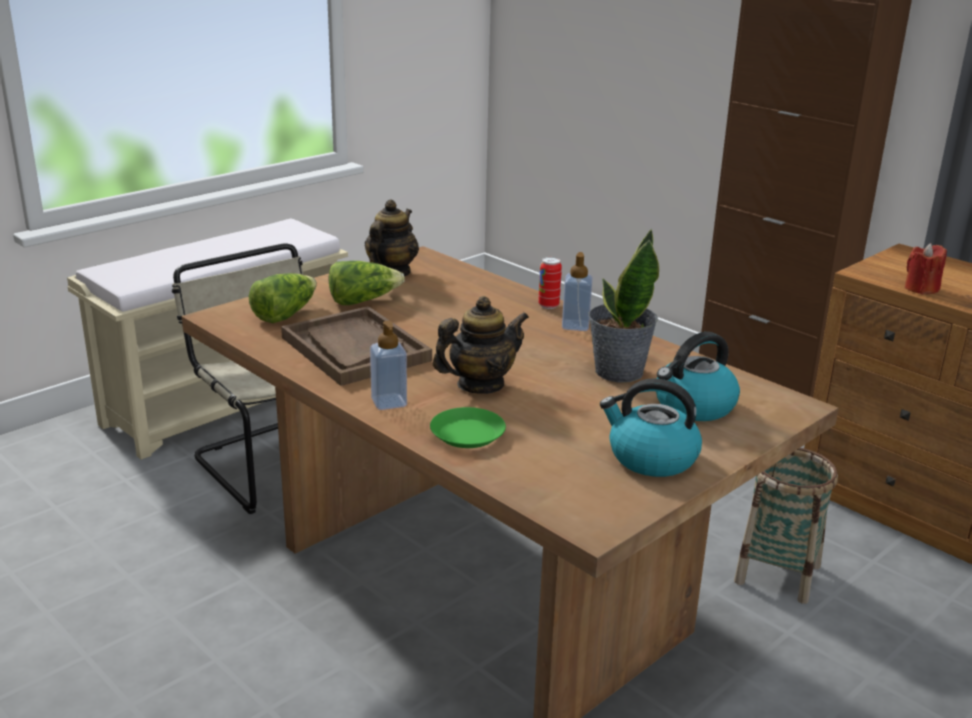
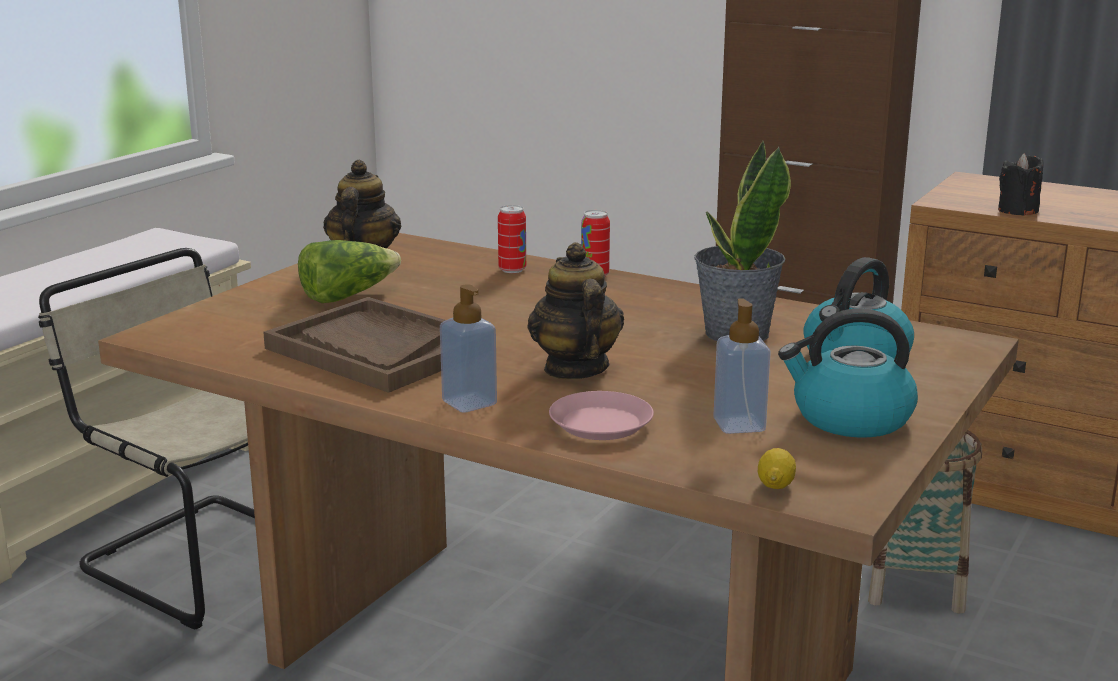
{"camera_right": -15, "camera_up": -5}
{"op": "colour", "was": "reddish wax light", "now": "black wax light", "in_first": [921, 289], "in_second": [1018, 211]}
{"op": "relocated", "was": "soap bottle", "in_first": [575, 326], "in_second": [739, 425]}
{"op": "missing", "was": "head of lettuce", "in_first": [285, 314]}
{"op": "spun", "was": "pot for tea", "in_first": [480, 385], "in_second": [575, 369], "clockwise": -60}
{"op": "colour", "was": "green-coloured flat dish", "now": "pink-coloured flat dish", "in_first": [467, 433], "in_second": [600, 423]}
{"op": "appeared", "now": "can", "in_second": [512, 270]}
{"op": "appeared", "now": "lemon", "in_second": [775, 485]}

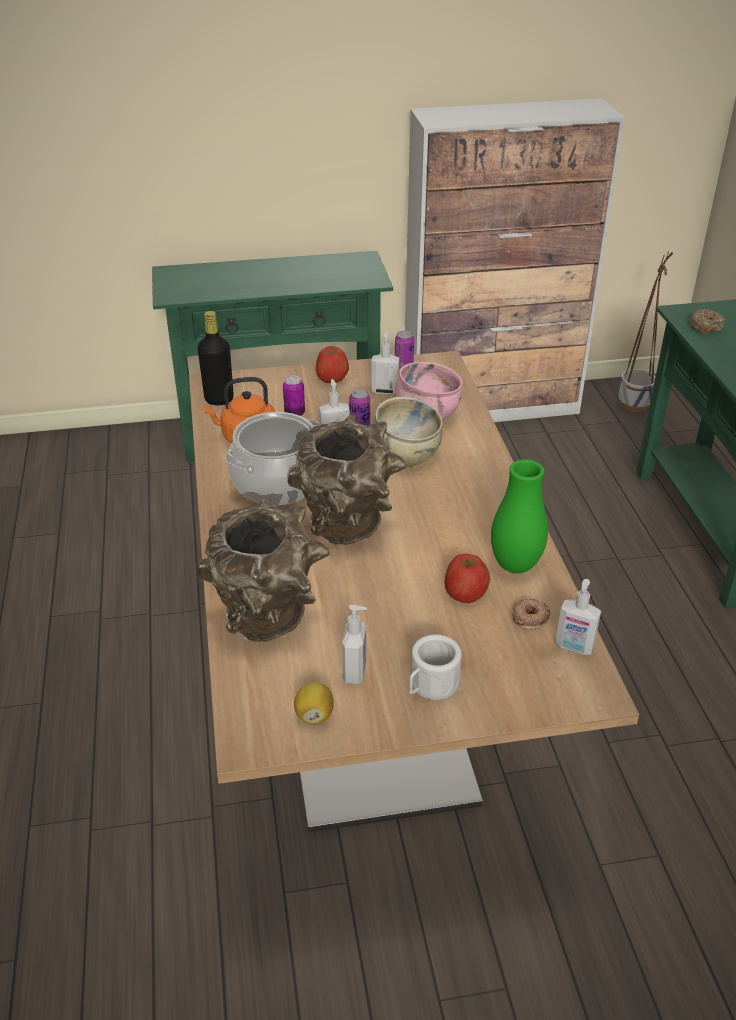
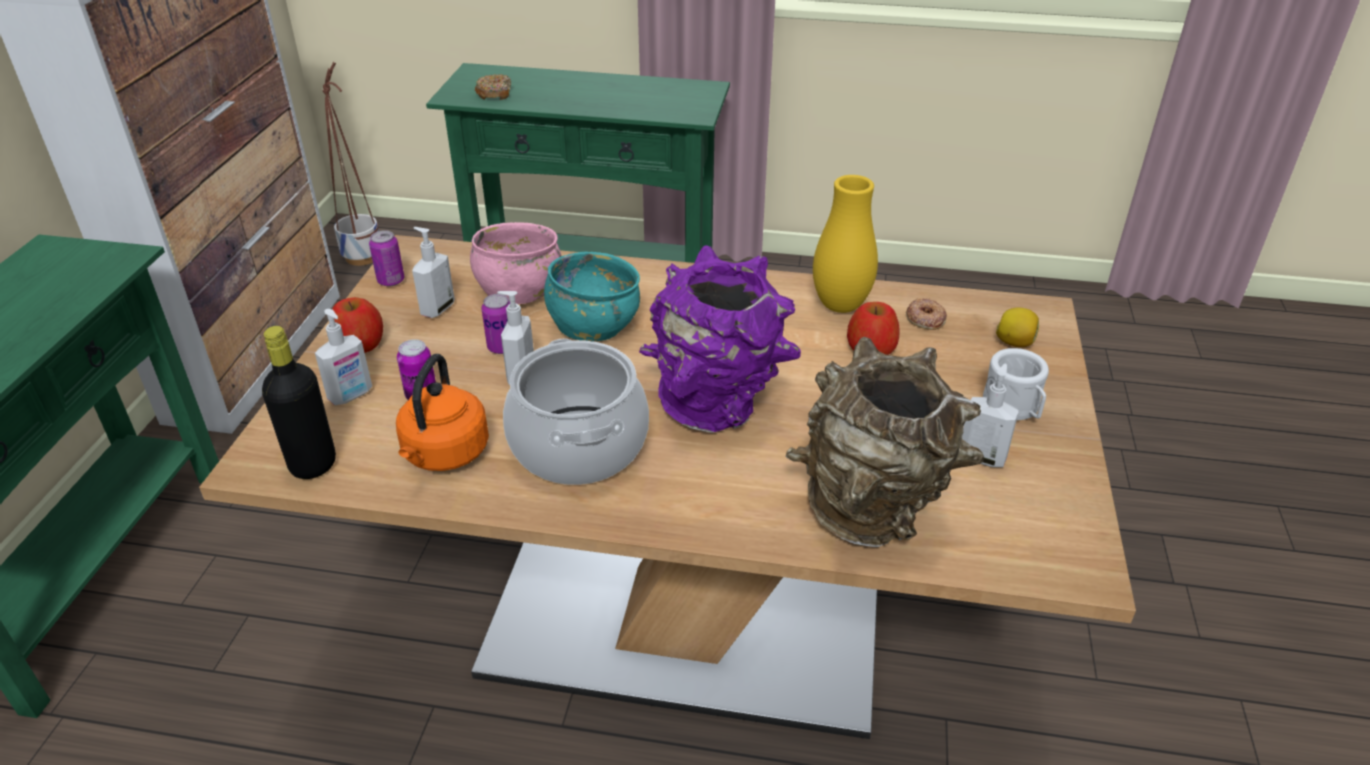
{"camera_right": -70, "camera_up": 0}
{"op": "colour", "was": "beige-coloured serving bowl", "now": "turquoise serving bowl", "in_first": [405, 455], "in_second": [594, 327]}
{"op": "colour", "was": "brown-coloured vase", "now": "purple vase", "in_first": [349, 530], "in_second": [719, 405]}
{"op": "colour", "was": "green-coloured vase", "now": "yellow vase", "in_first": [515, 565], "in_second": [840, 305]}
{"op": "relocated", "was": "soap bottle", "in_first": [574, 647], "in_second": [351, 396]}
{"op": "relocated", "was": "lemon", "in_first": [314, 715], "in_second": [1015, 342]}

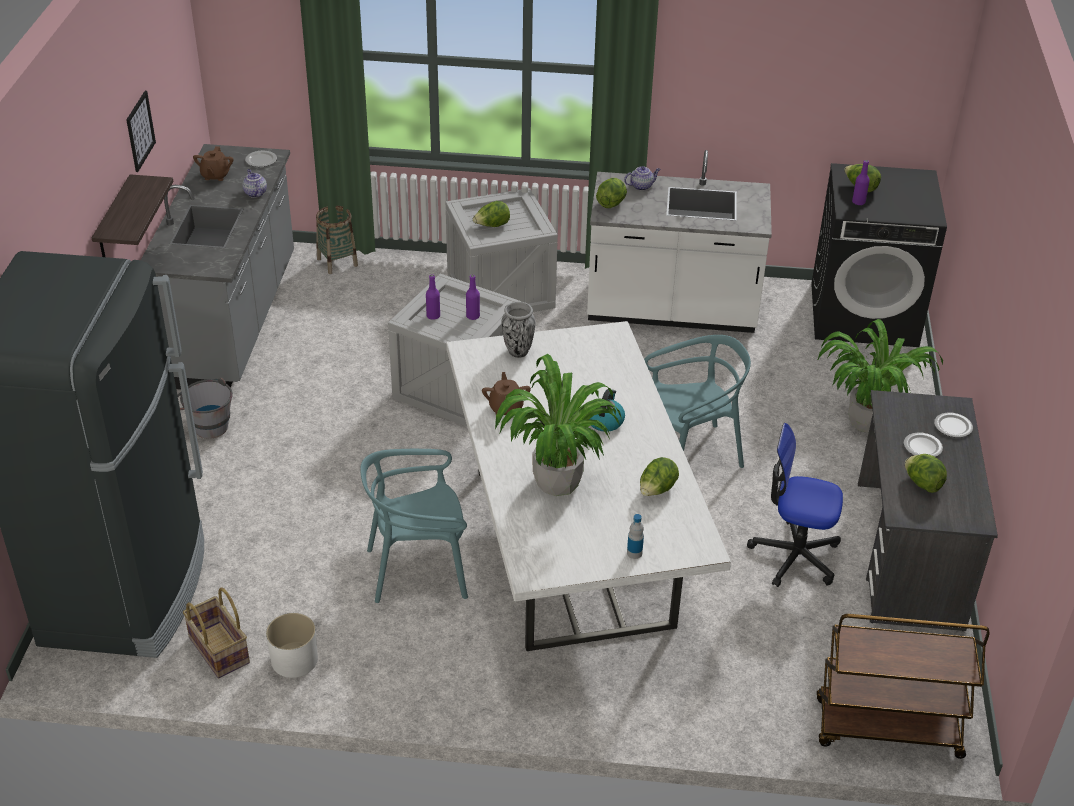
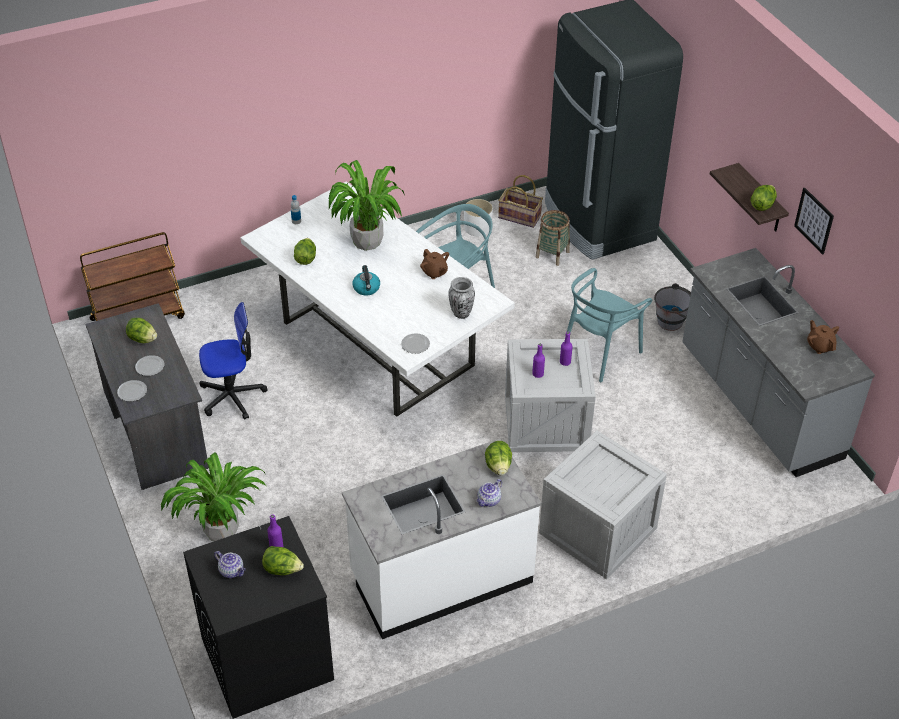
{"camera_right": 150, "camera_up": 5}
{"op": "relocated", "was": "flat dish", "in_first": [261, 160], "in_second": [415, 344]}
{"op": "relocated", "was": "pot for tea", "in_first": [255, 193], "in_second": [232, 571]}
{"op": "relocated", "was": "head of lettuce", "in_first": [492, 226], "in_second": [762, 205]}
{"op": "relocated", "was": "basket", "in_first": [337, 262], "in_second": [552, 254]}
{"op": "relocated", "was": "turquoise plain chair", "in_first": [690, 455], "in_second": [599, 353]}

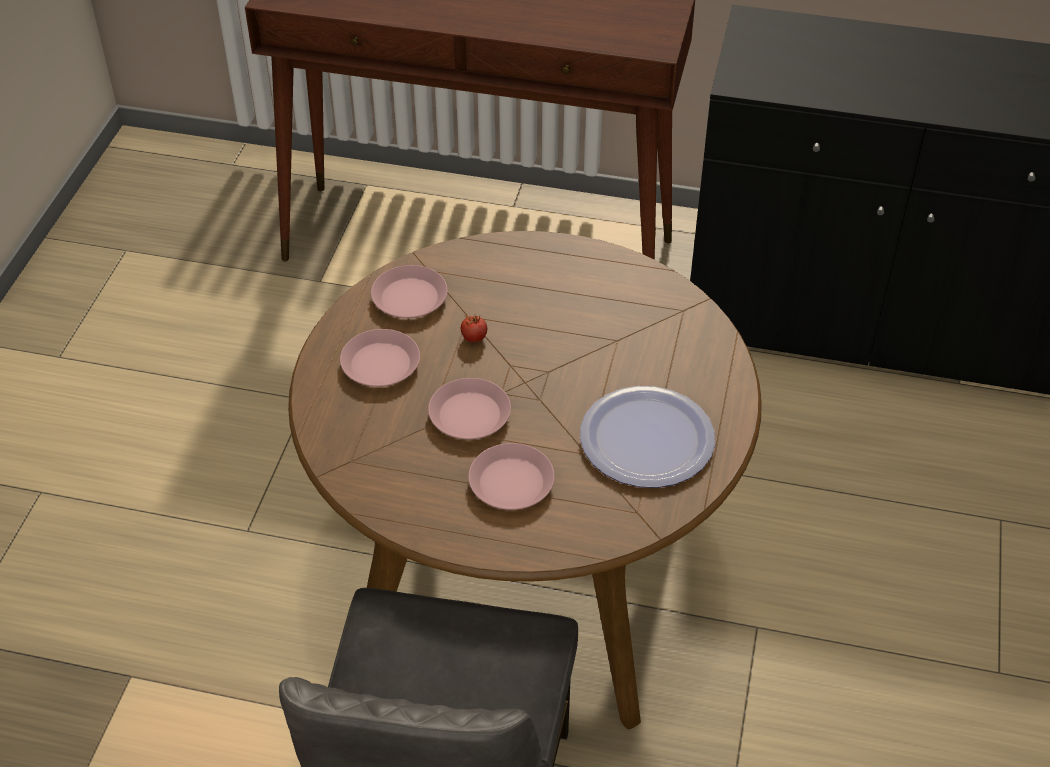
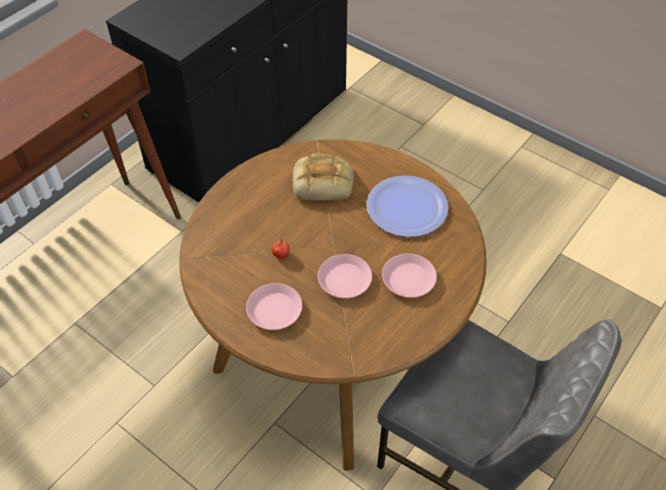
{"camera_right": -65, "camera_up": 5}
{"op": "missing", "was": "pink-coloured flat dish", "in_first": [409, 298]}
{"op": "appeared", "now": "baked bread", "in_second": [323, 182]}

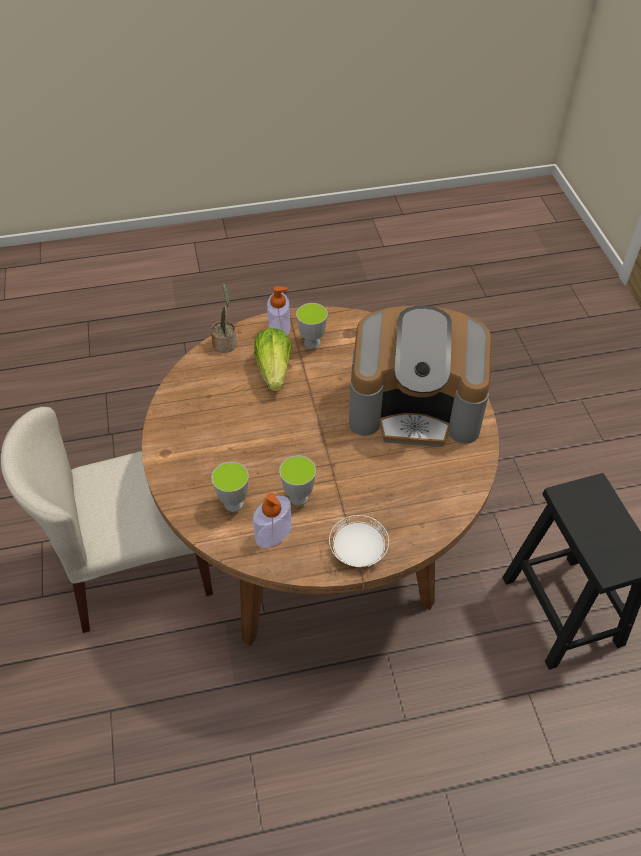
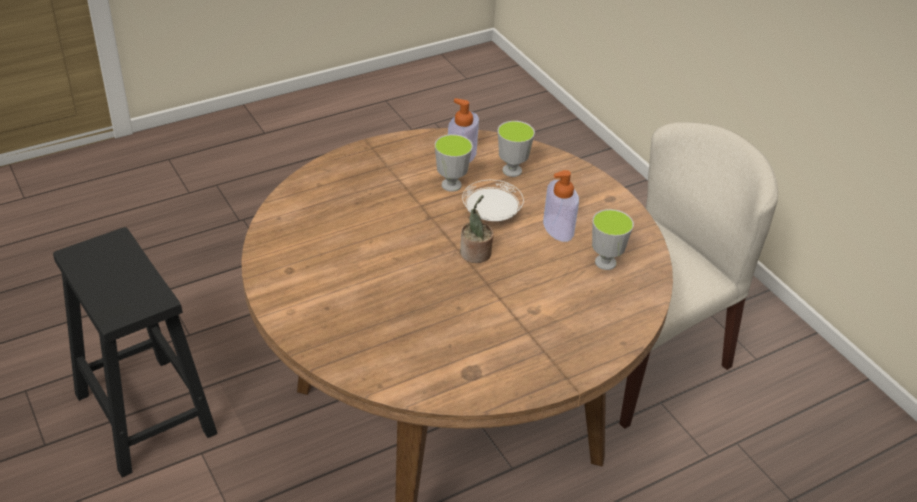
{"camera_right": 160, "camera_up": -10}
{"op": "relocated", "was": "potted plant", "in_first": [225, 343], "in_second": [475, 254]}
{"op": "relocated", "was": "soap bottle", "in_first": [279, 329], "in_second": [558, 228]}
{"op": "relocated", "was": "cup", "in_first": [312, 343], "in_second": [605, 262]}
{"op": "missing", "was": "coffee machine", "in_first": [415, 406]}
{"op": "missing", "was": "head of lettuce", "in_first": [274, 370]}
{"op": "relocated", "was": "whitish flat dish", "in_first": [358, 550], "in_second": [491, 214]}

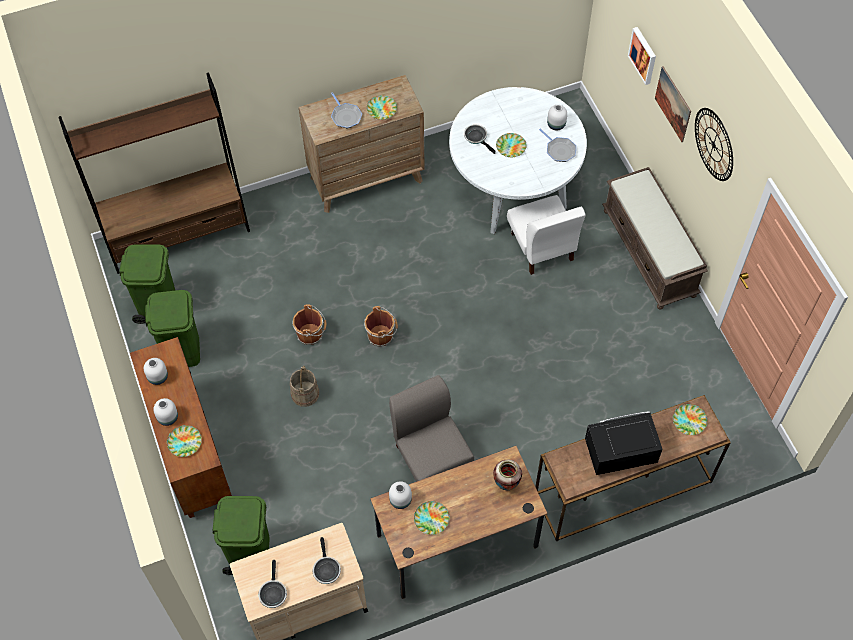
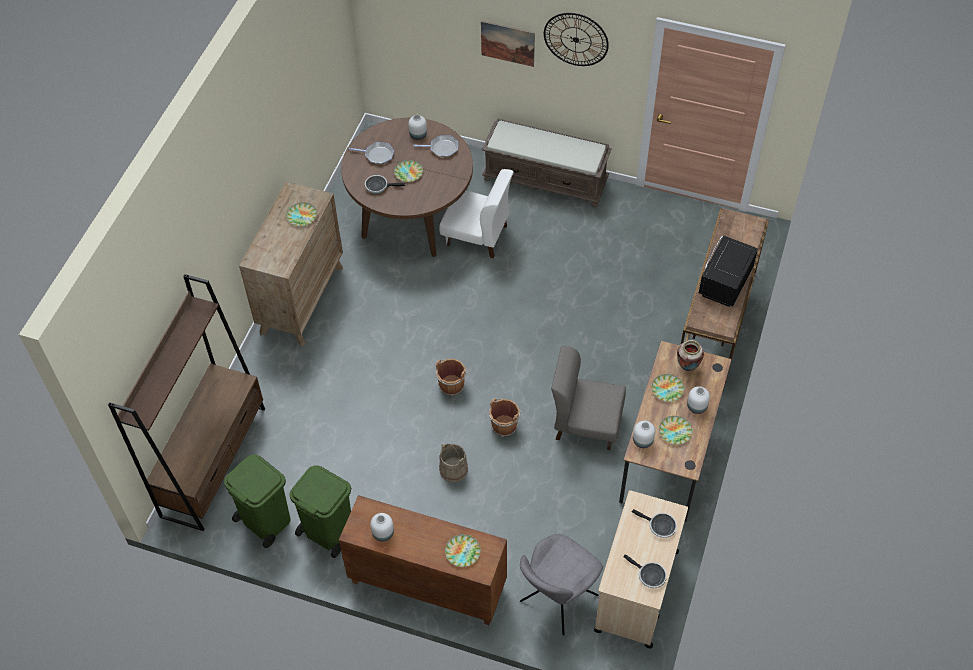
{"camera_right": -50, "camera_up": -5}
{"op": "missing", "was": "wall art", "in_first": [643, 55]}
{"op": "colour", "was": "whitish kitchen table", "now": "brown-coloured kitchen table", "in_first": [513, 190], "in_second": [411, 218]}
{"op": "relocated", "was": "pan", "in_first": [345, 116], "in_second": [377, 155]}
{"op": "relocated", "was": "brown-coloured pail", "in_first": [311, 334], "in_second": [505, 425]}
{"op": "relocated", "was": "whitish vase", "in_first": [168, 417], "in_second": [696, 406]}
{"op": "relocated", "was": "flat dish", "in_first": [689, 421], "in_second": [667, 389]}
{"op": "exchanged", "was": "green-coloured rubbish bin", "now": "grey plain chair", "in_first": [249, 551], "in_second": [557, 600]}

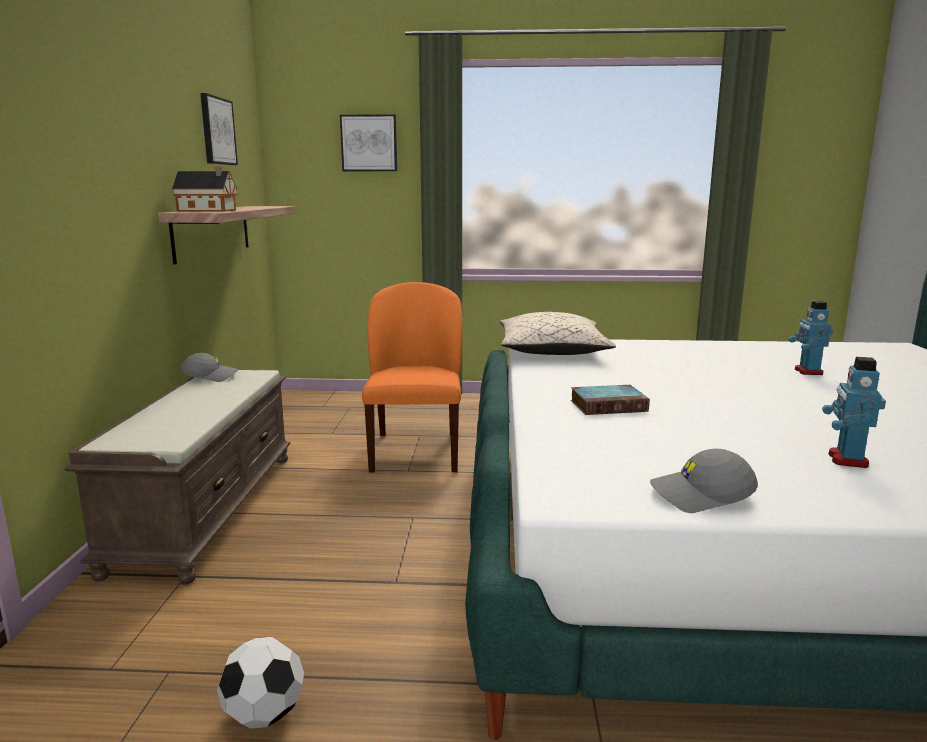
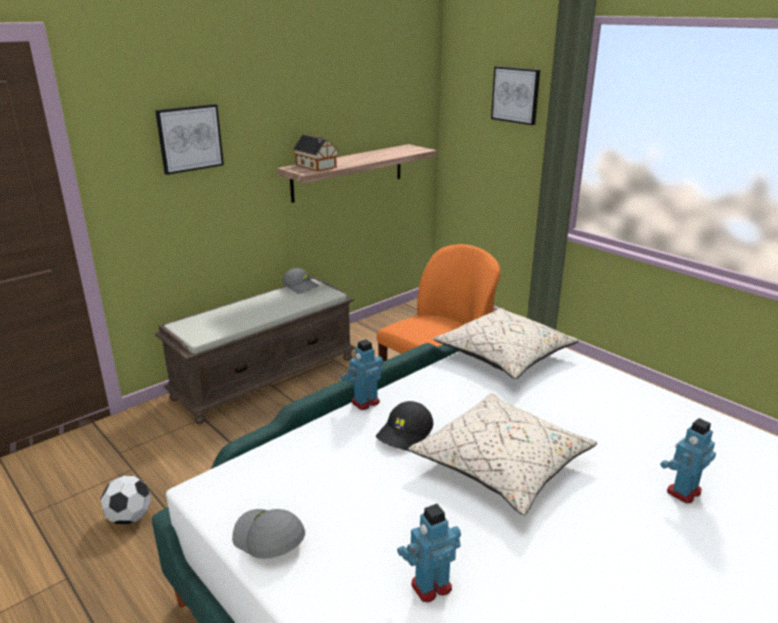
{"camera_right": 45, "camera_up": 10}
{"op": "relocated", "was": "wall art", "in_first": [217, 131], "in_second": [189, 138]}
{"op": "exchanged", "was": "bound book", "now": "black baseball cap", "in_first": [609, 405], "in_second": [405, 434]}
{"op": "appeared", "now": "model robot", "in_second": [365, 402]}
{"op": "appeared", "now": "beige-coloured cushion", "in_second": [502, 465]}

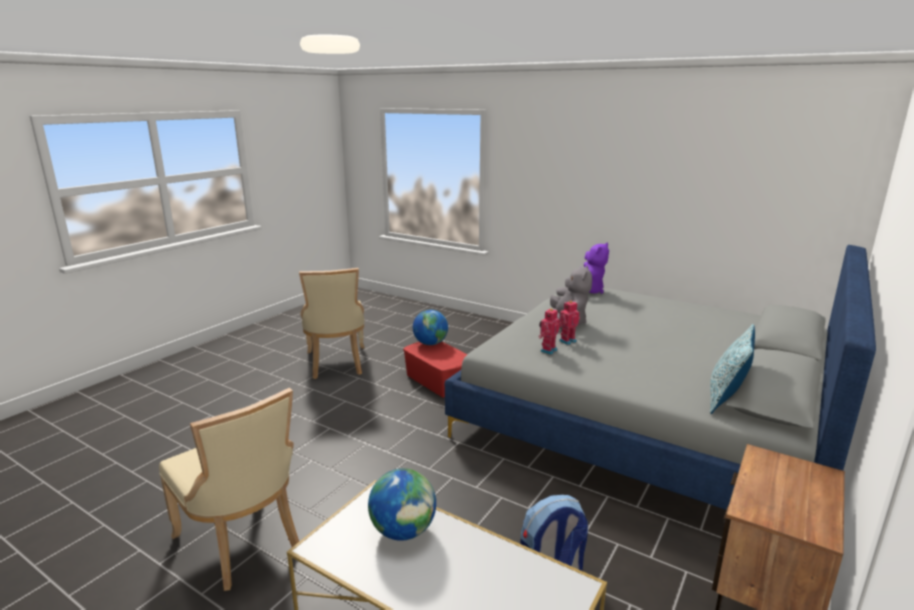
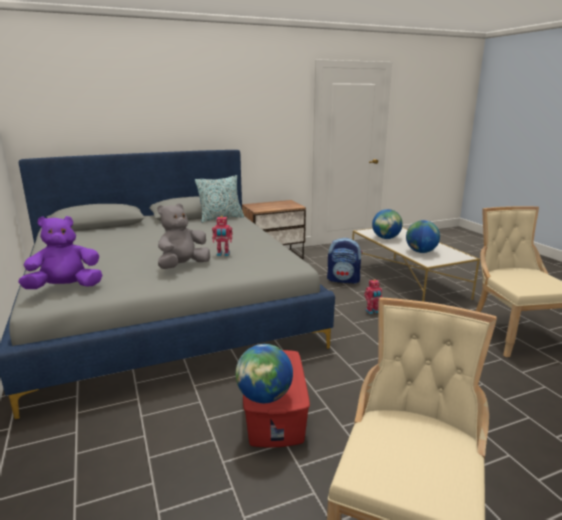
{"camera_right": -145, "camera_up": 0}
{"op": "relocated", "was": "model robot", "in_first": [547, 350], "in_second": [372, 311]}
{"op": "appeared", "now": "world globe", "in_second": [386, 238]}

